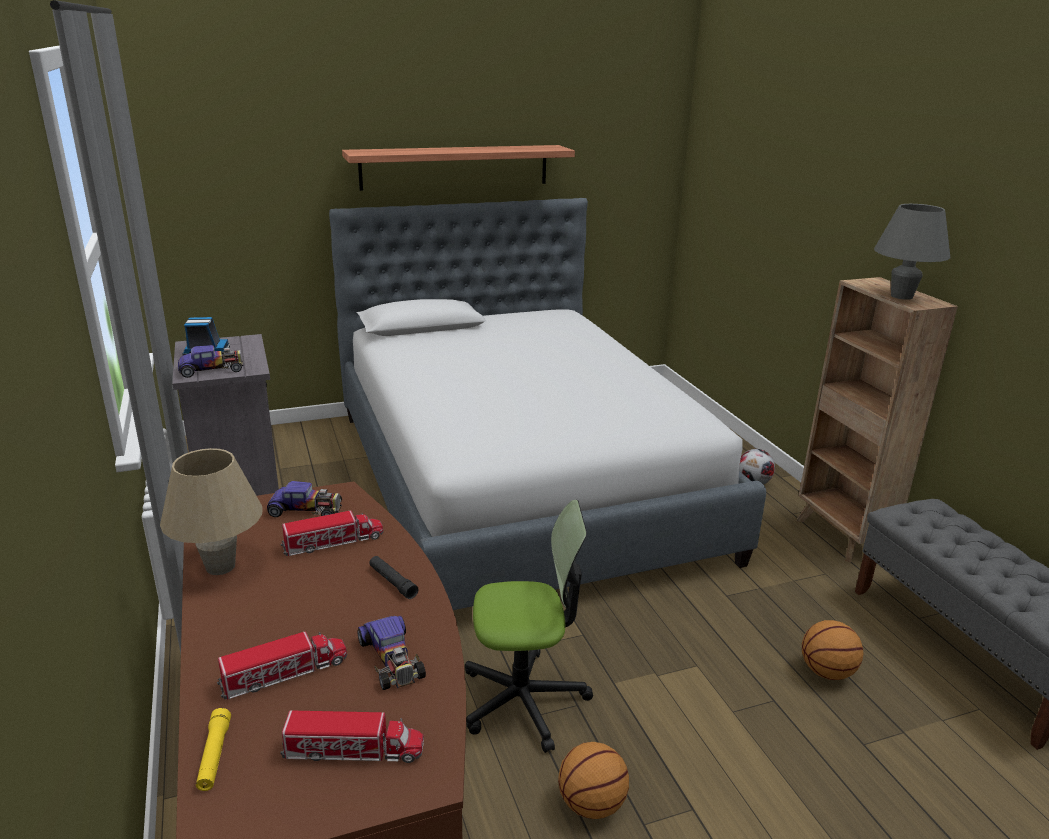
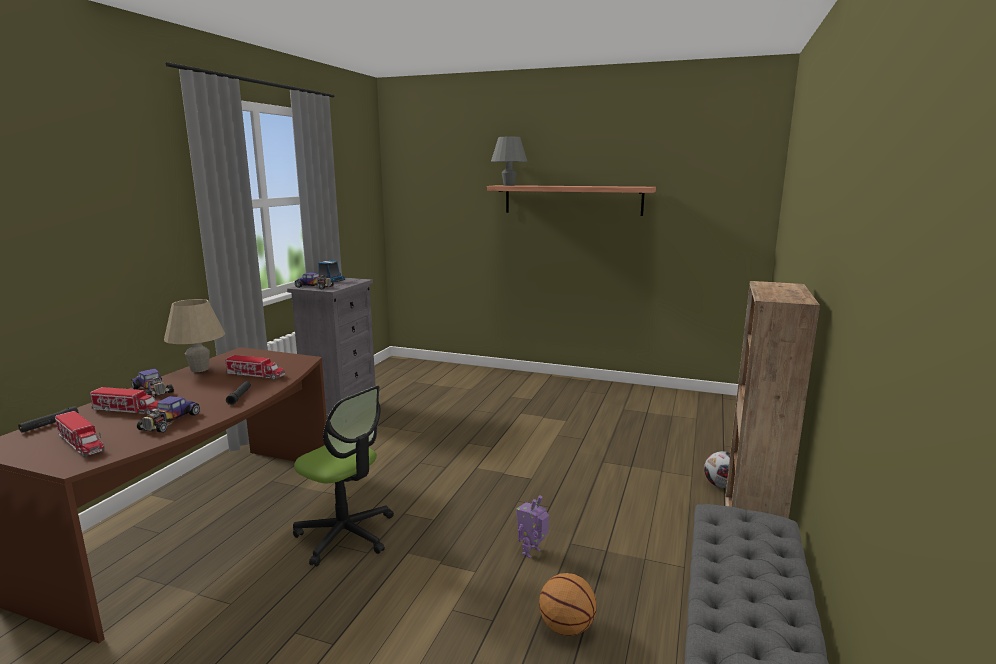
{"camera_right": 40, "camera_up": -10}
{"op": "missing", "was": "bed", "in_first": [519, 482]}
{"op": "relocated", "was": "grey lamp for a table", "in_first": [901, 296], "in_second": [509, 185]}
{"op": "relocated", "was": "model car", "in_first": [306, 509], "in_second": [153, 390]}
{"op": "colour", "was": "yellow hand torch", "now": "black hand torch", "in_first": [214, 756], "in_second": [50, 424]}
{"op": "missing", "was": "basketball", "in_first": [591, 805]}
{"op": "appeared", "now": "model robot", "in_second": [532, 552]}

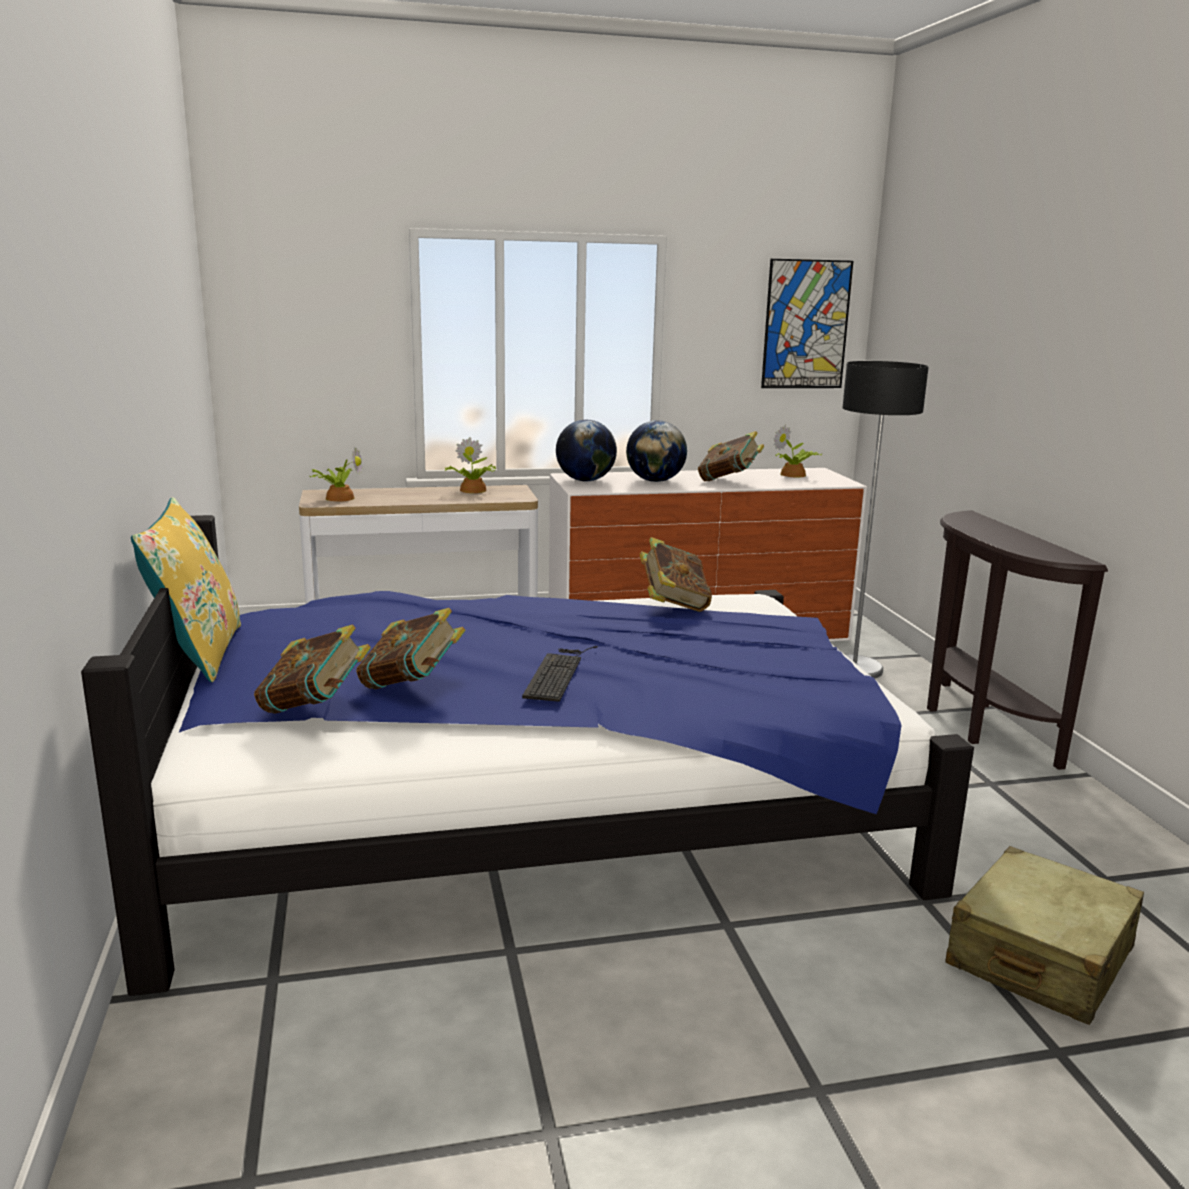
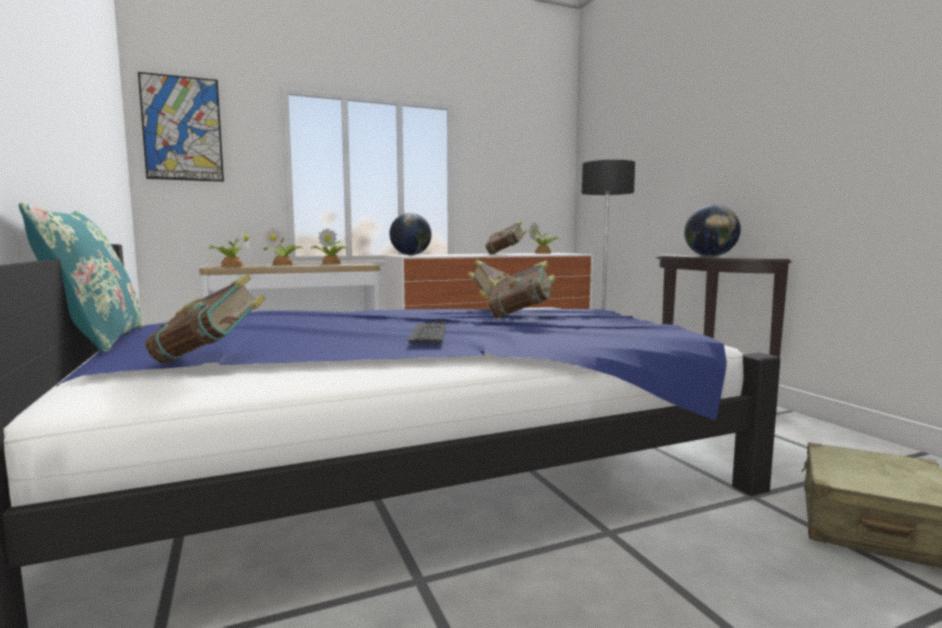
{"camera_right": -10, "camera_up": -10}
{"op": "relocated", "was": "wall art", "in_first": [806, 325], "in_second": [182, 129]}
{"op": "relocated", "was": "world globe", "in_first": [655, 481], "in_second": [710, 256]}
{"op": "colour", "was": "yellow cushion", "now": "turquoise cushion", "in_first": [198, 653], "in_second": [96, 340]}
{"op": "relocated", "was": "bound book", "in_first": [412, 686], "in_second": [521, 317]}
{"op": "appeared", "now": "potted plant", "in_second": [284, 264]}

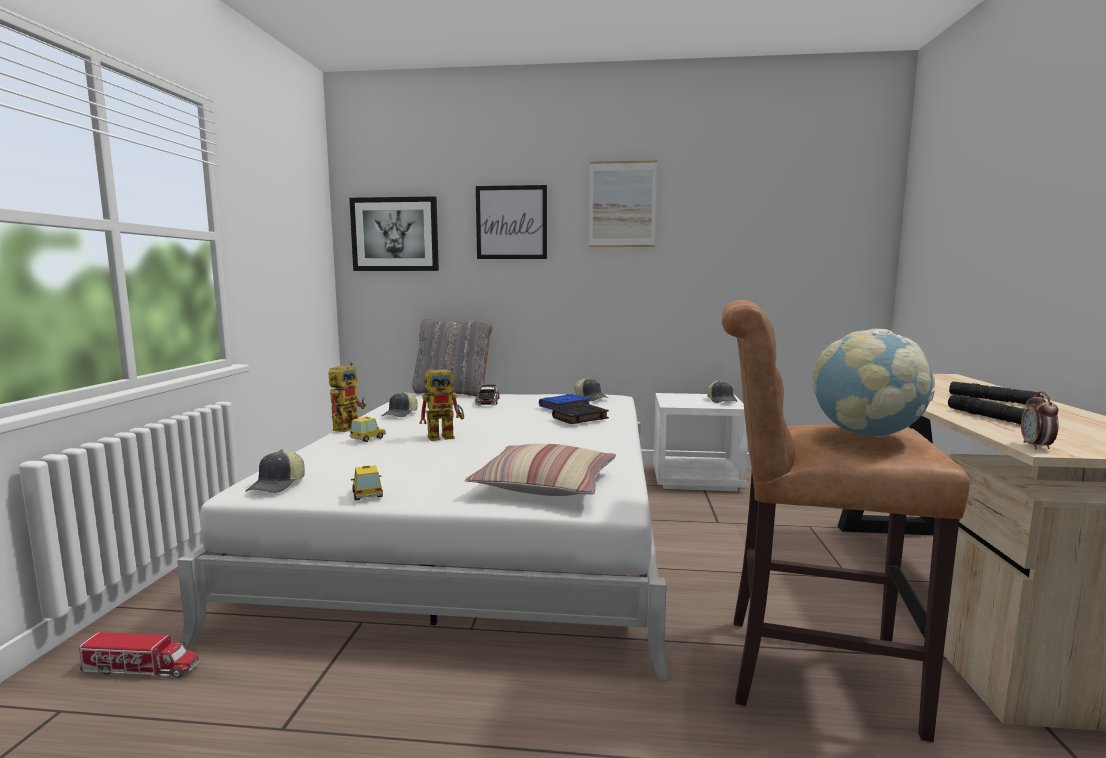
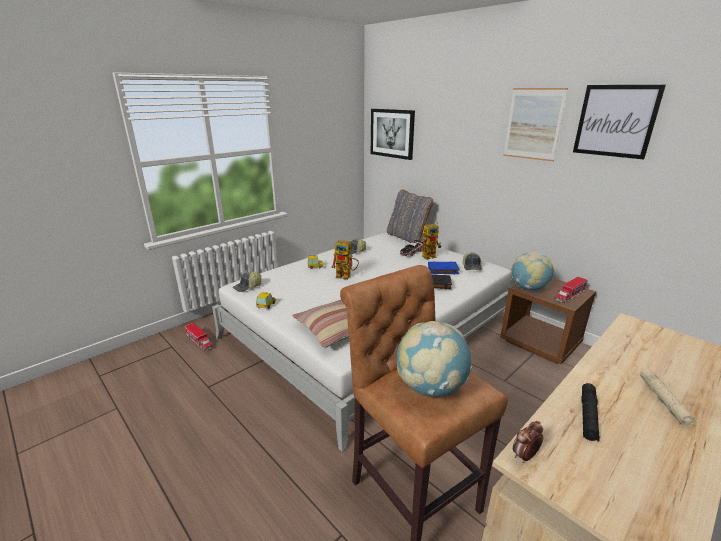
{"camera_right": 40, "camera_up": 15}
{"op": "relocated", "was": "wall art", "in_first": [511, 222], "in_second": [615, 121]}
{"op": "relocated", "was": "model robot", "in_first": [348, 427], "in_second": [430, 256]}
{"op": "exchanged", "was": "baseball cap", "now": "model truck", "in_first": [722, 400], "in_second": [569, 295]}
{"op": "colour", "was": "black hand torch", "now": "beige-coloured hand torch", "in_first": [993, 400], "in_second": [663, 401]}
{"op": "colour", "was": "whitish night table", "now": "brown-coloured night table", "in_first": [696, 479], "in_second": [540, 342]}
{"op": "appeared", "now": "world globe", "in_second": [528, 288]}

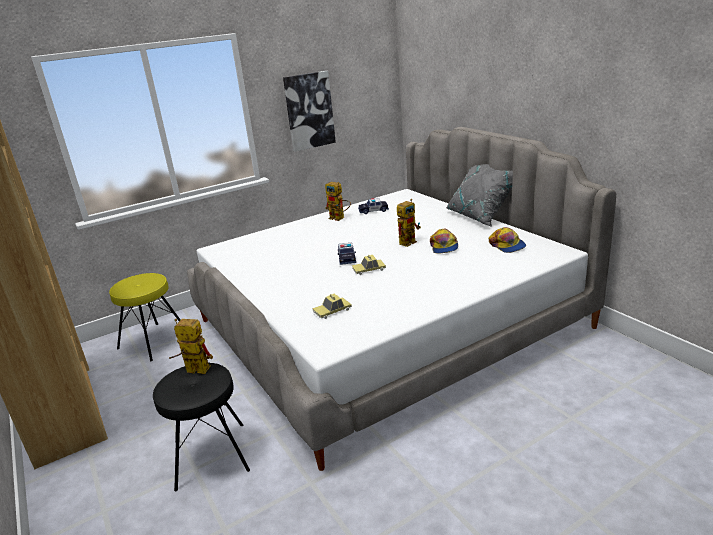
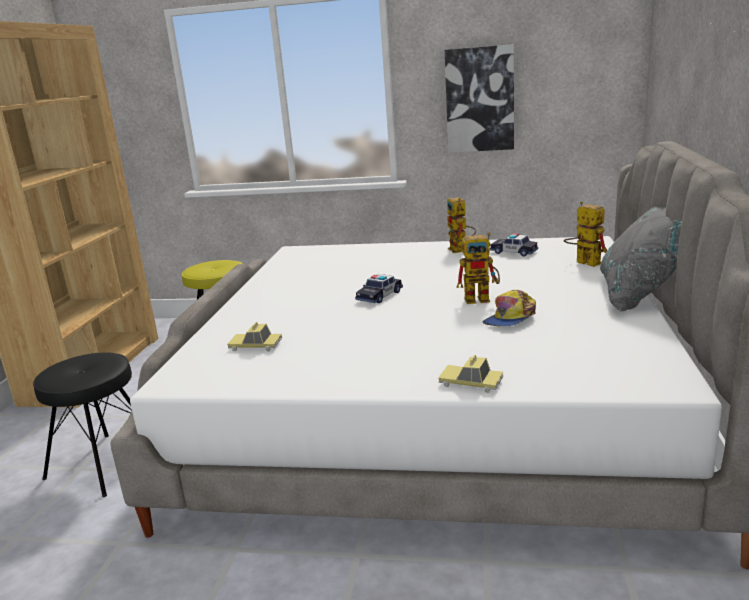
{"camera_right": 40, "camera_up": -5}
{"op": "missing", "was": "baseball cap", "in_first": [507, 245]}
{"op": "relocated", "was": "model car", "in_first": [369, 269], "in_second": [471, 382]}
{"op": "relocated", "was": "model robot", "in_first": [193, 370], "in_second": [583, 262]}

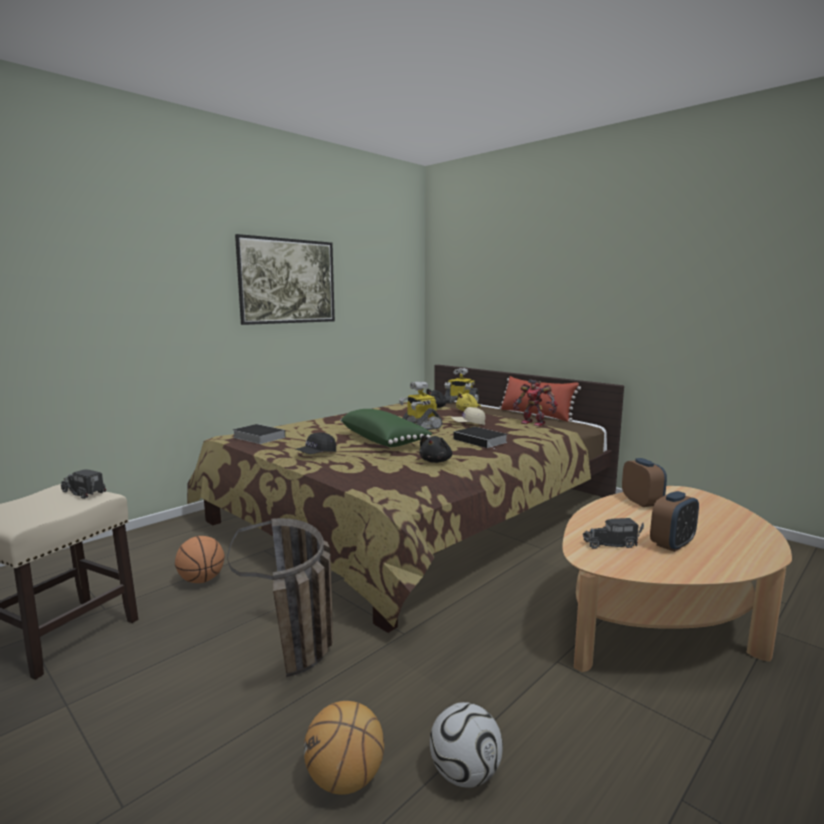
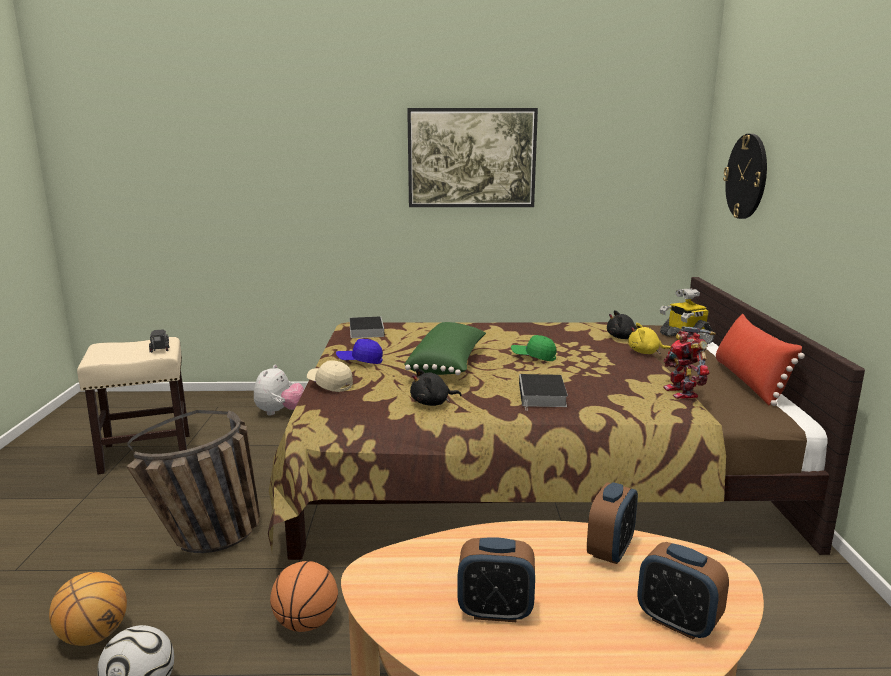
{"camera_right": 45, "camera_up": 5}
{"op": "exchanged", "was": "model robot", "now": "green-coloured baseball cap", "in_first": [420, 425], "in_second": [533, 357]}
{"op": "relocated", "was": "beige-coloured baseball cap", "in_first": [468, 424], "in_second": [329, 384]}
{"op": "colour", "was": "black baseball cap", "now": "blue baseball cap", "in_first": [316, 454], "in_second": [360, 361]}
{"op": "missing", "was": "model truck", "in_first": [612, 543]}
{"op": "relocated", "was": "basketball", "in_first": [201, 580], "in_second": [306, 623]}
{"op": "appeared", "now": "hanging clock", "in_second": [746, 176]}
{"op": "appeared", "now": "soft toy", "in_second": [279, 412]}
{"op": "appeared", "now": "alarm clock", "in_second": [677, 622]}

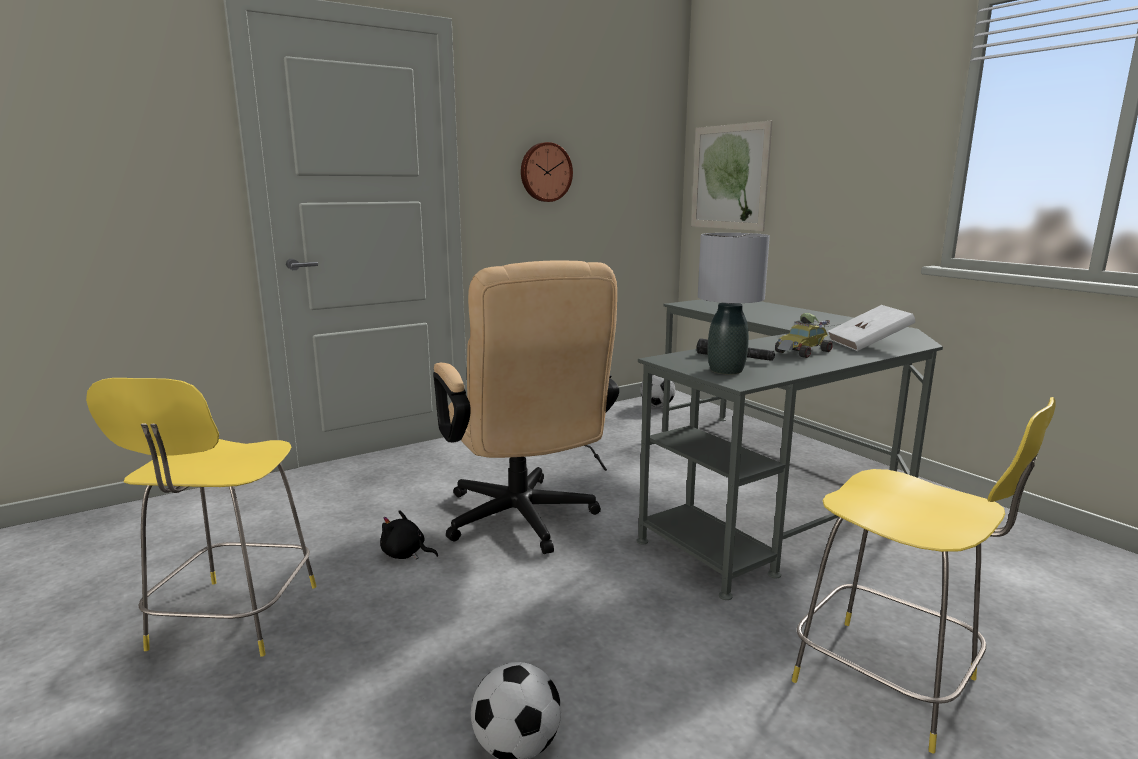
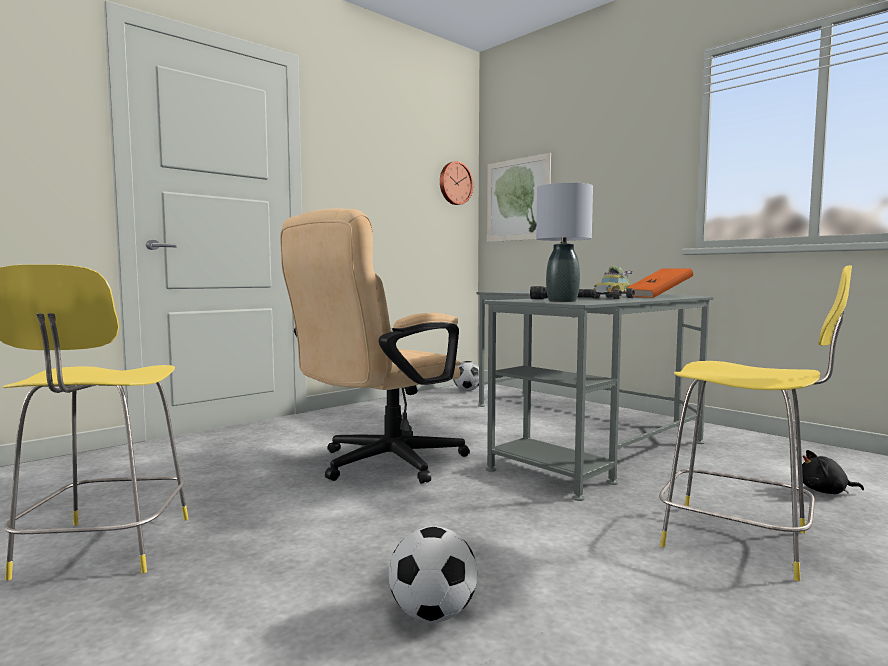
{"camera_right": -10, "camera_up": -10}
{"op": "relocated", "was": "hanging clock", "in_first": [545, 172], "in_second": [454, 183]}
{"op": "spun", "was": "beige-coloured computer chair", "in_first": [524, 523], "in_second": [379, 464], "clockwise": 75}
{"op": "colour", "was": "whitish bound book", "now": "orangey bound book", "in_first": [868, 344], "in_second": [658, 296]}
{"op": "relocated", "was": "black soft toy", "in_first": [405, 554], "in_second": [825, 491]}

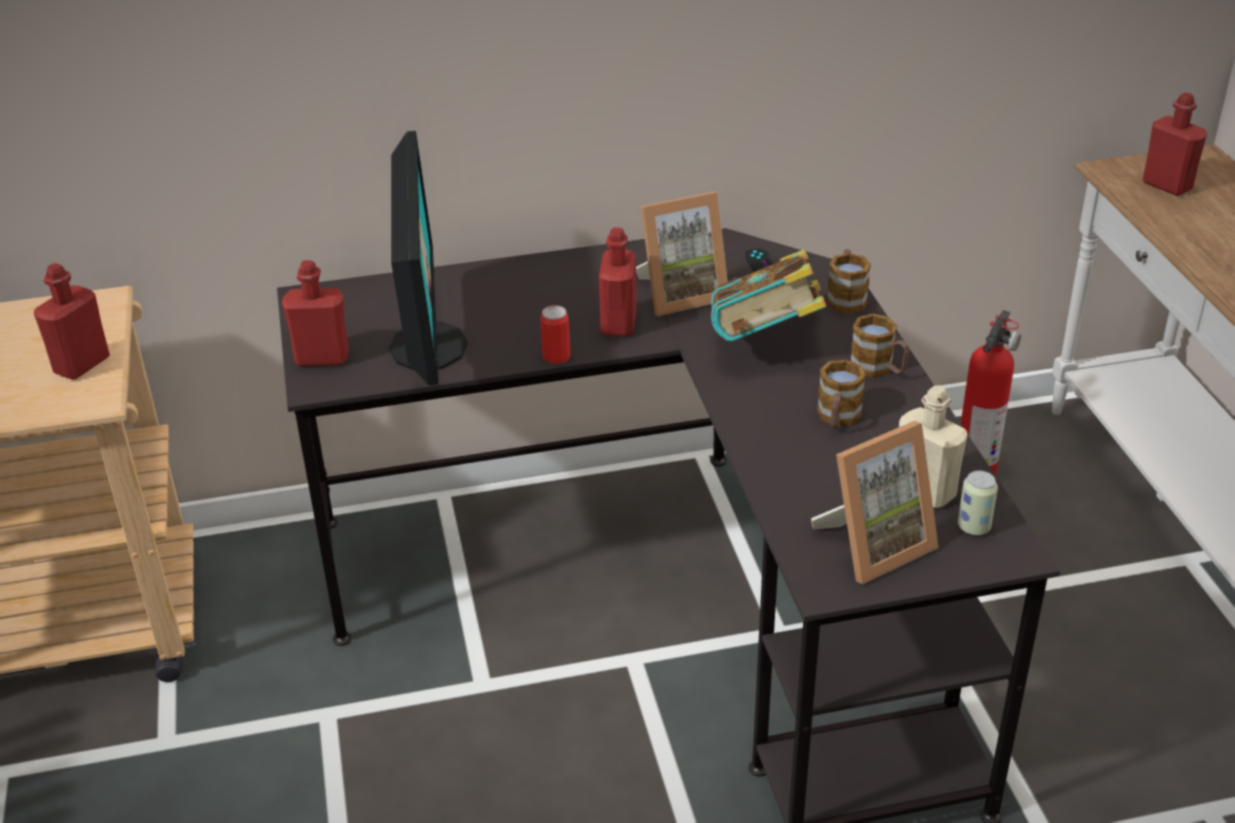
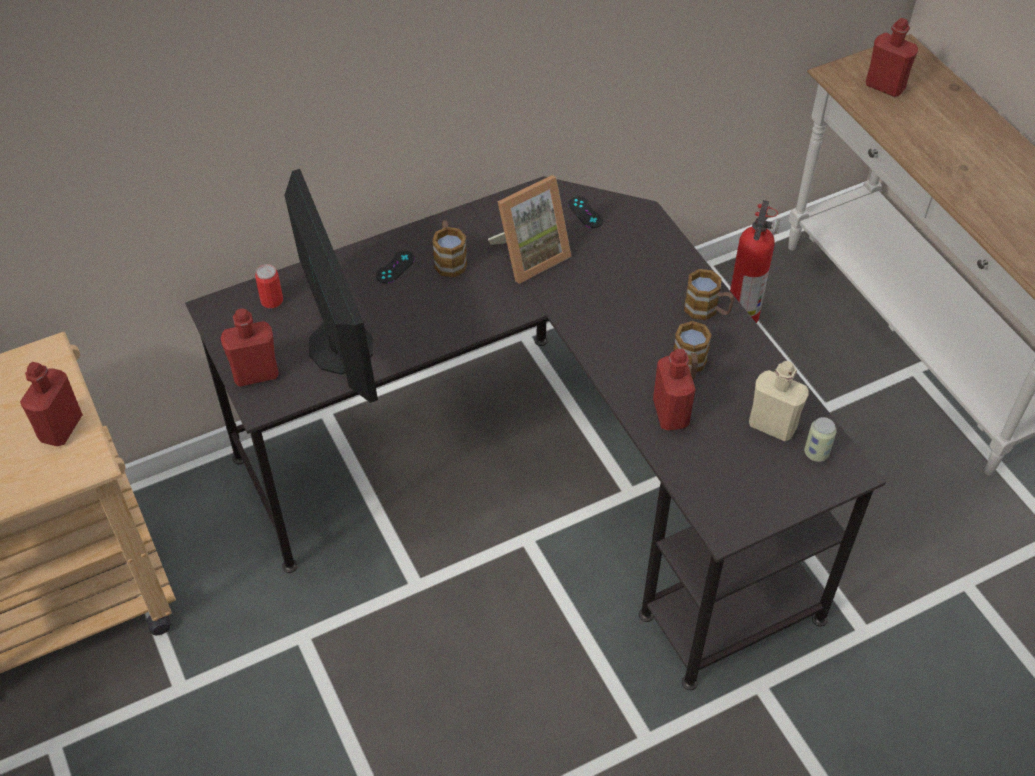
{"camera_right": -15, "camera_up": 15}
{"op": "relocated", "was": "reddish drink bottle", "in_first": [618, 324], "in_second": [670, 413]}
{"op": "missing", "was": "bound book", "in_first": [766, 342]}
{"op": "relocated", "was": "mug", "in_first": [846, 297], "in_second": [449, 259]}
{"op": "relocated", "was": "can", "in_first": [556, 356], "in_second": [272, 300]}
{"op": "missing", "was": "standing frame", "in_first": [873, 545]}
{"op": "appeared", "now": "black joypad", "in_second": [395, 267]}

